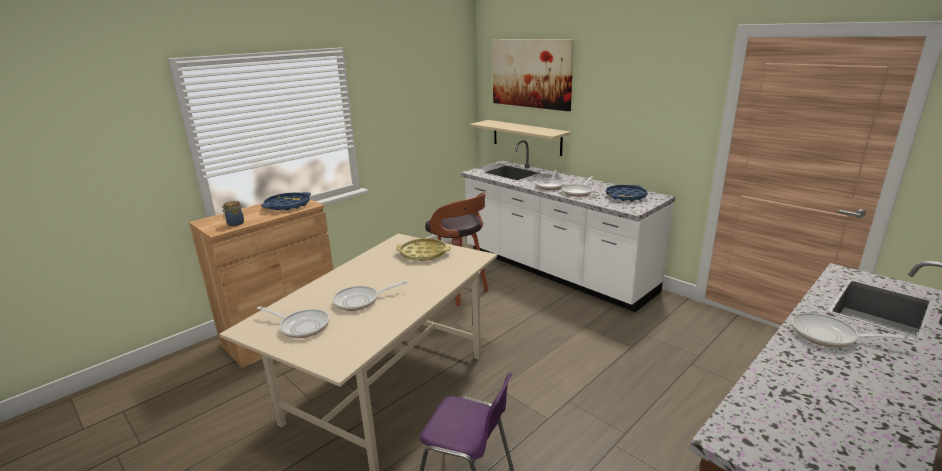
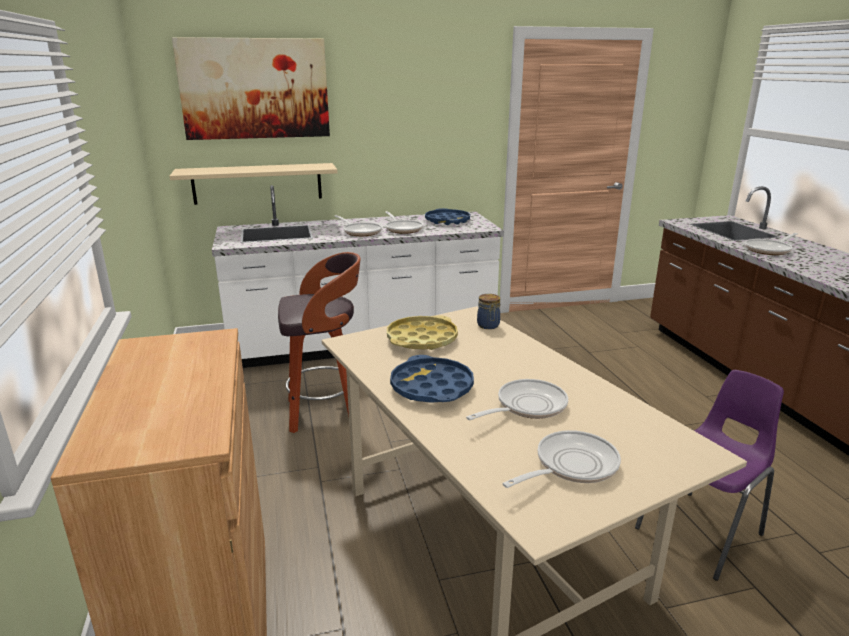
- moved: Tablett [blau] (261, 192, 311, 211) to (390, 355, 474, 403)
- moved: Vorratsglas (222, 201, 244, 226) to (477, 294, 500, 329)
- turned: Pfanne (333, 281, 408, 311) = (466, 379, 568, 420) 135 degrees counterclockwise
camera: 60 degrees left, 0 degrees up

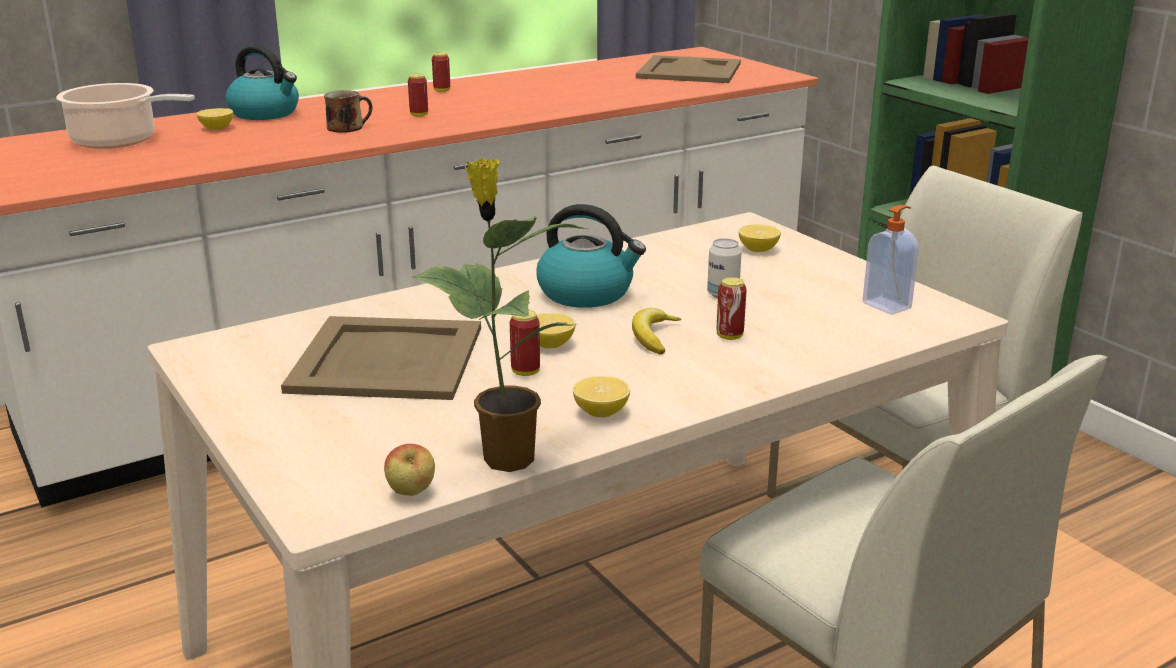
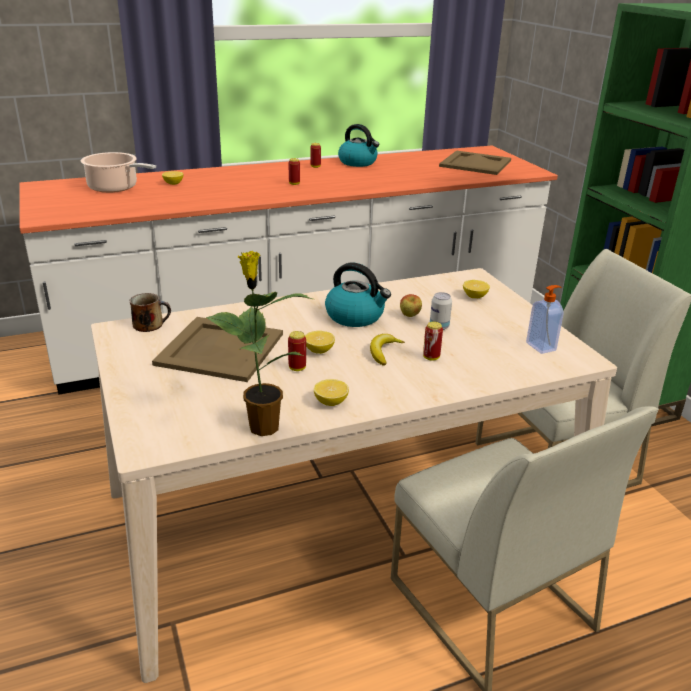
- moved: Wasserkessel (226, 45, 299, 120) to (338, 124, 379, 167)
- moved: Henkelbecher (324, 90, 373, 133) to (129, 293, 171, 332)
- moved: Apfel (384, 444, 435, 496) to (400, 294, 422, 317)
camera: 10 degrees right, 5 degrees up

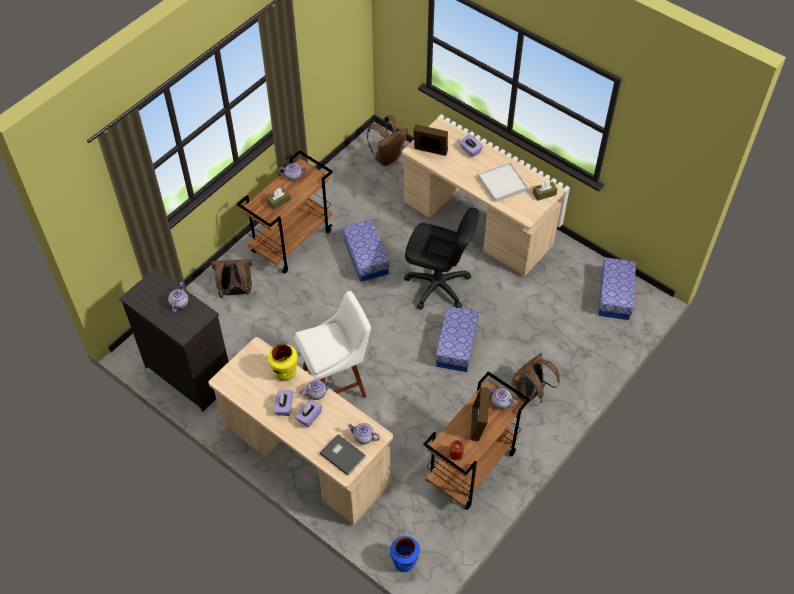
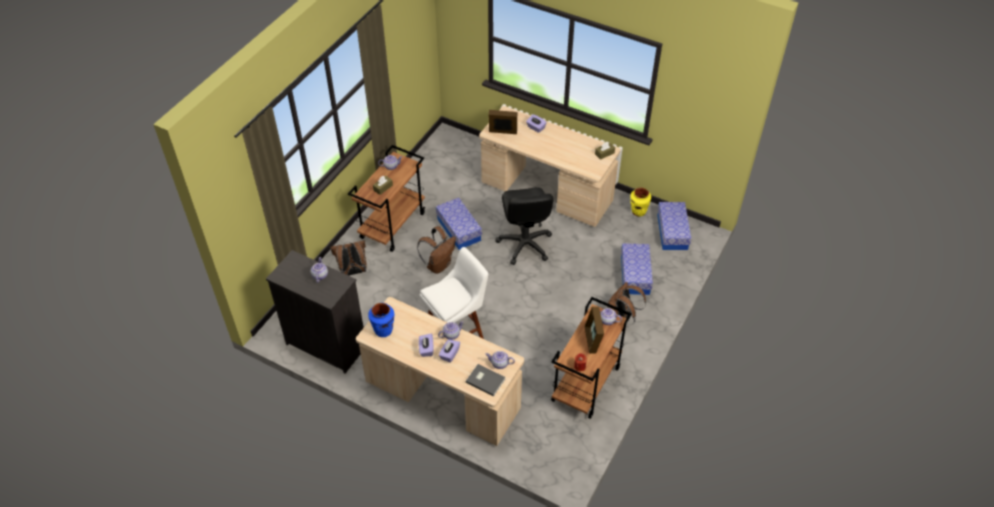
- moved: Rucksack [braun] (367, 115, 408, 166) to (417, 226, 456, 274)
- removed: Tablett [weiß] (478, 162, 528, 202)
- turned: Bürostuhl [schwarz] (404, 207, 479, 310) = (495, 187, 554, 265) 75 degrees clockwise
- moved: Aufbewahrungsbox (436, 306, 479, 372) to (621, 243, 653, 295)
- moved: Vase [gelb] (268, 344, 298, 381) to (630, 188, 651, 217)
- moved: Vase [blau] (390, 536, 420, 572) to (368, 303, 394, 337)
camera: 10 degrees left, 5 degrees down

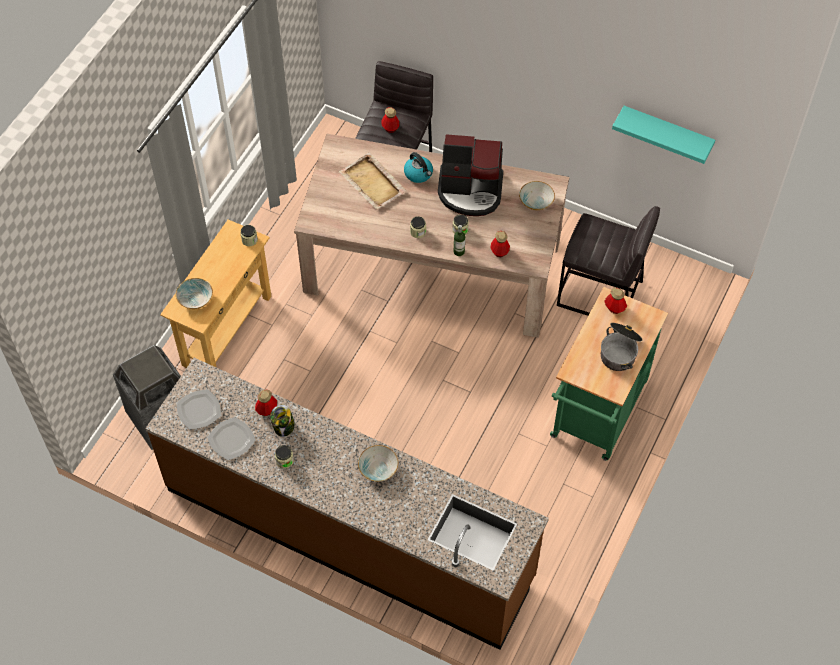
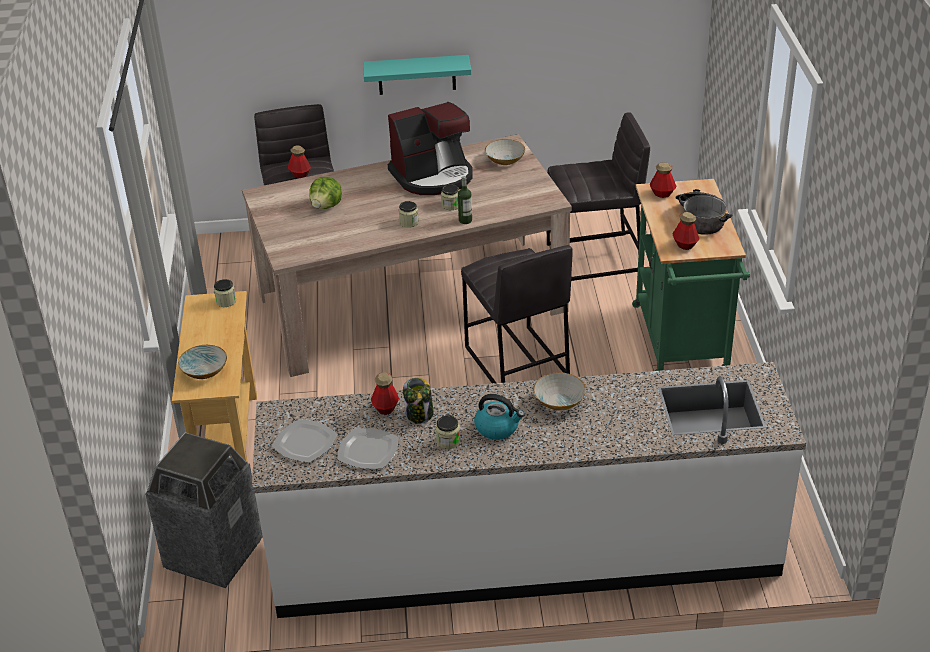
- moved: Wandregal [türkis] (612, 106, 715, 164) to (363, 55, 471, 95)
- moved: Wasserkessel (404, 152, 433, 183) to (474, 394, 525, 440)
- replaced: Tablett [beige] (339, 153, 407, 210) to Salatkopf (309, 177, 342, 209)
- moved: Flasche (490, 231, 510, 257) to (672, 212, 699, 250)
- recoloured: Küchenzeile [braun] (145, 358, 549, 650) to Küchenzeile [weiß] (252, 362, 806, 618)
- added: Hocker [grau] (461, 245, 573, 383)
camera: 30 degrees left, 20 degrees down

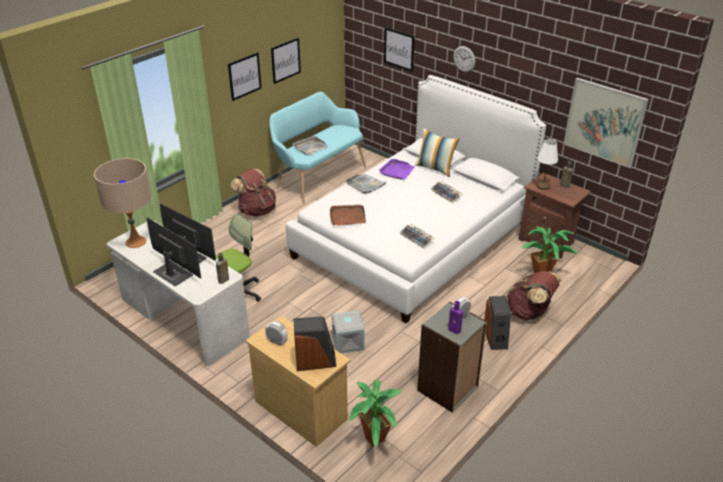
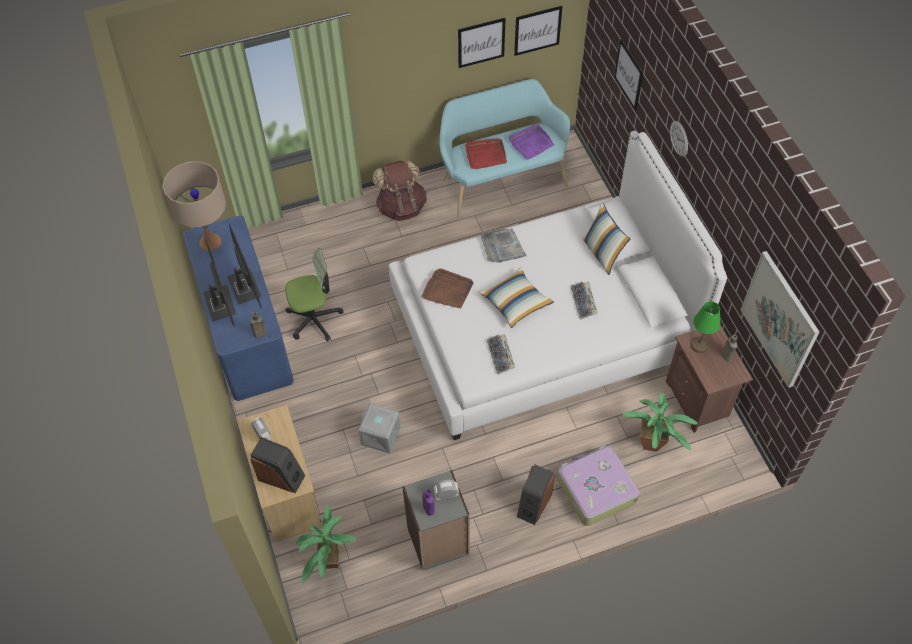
- moved: Bild (228, 52, 262, 101) to (514, 6, 562, 56)
- recoloured: Tablett [grau] (293, 136, 329, 155) to Tablett [rot] (465, 138, 507, 169)
- recoloured: Tischlampe [weiß] (536, 139, 558, 190) to Tischlampe [grün] (690, 301, 721, 353)
- moved: Tablett [lila] (379, 159, 415, 180) to (508, 124, 555, 160)
- recoloured: Schreibtisch [weiß] (107, 220, 250, 366) to Schreibtisch [blau] (183, 215, 294, 401)
- replaced: Rucksack [braun] (507, 271, 561, 320) to Koffer (557, 446, 639, 526)
- added: Kissen (479, 267, 554, 328)
camera: 30 degrees right, 20 degrees up

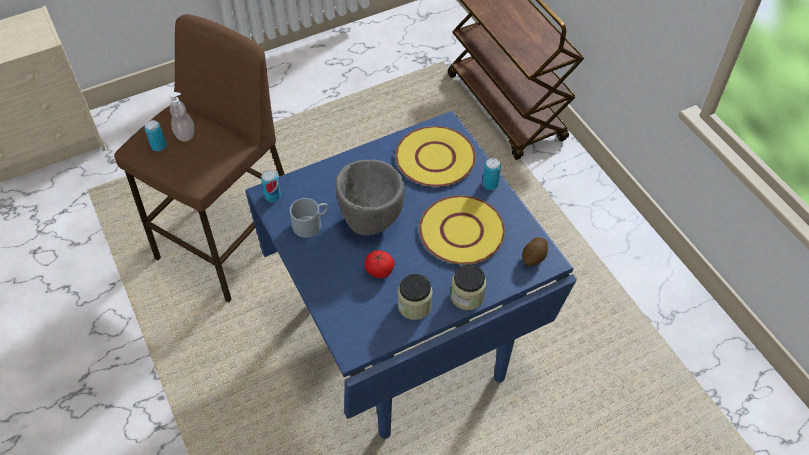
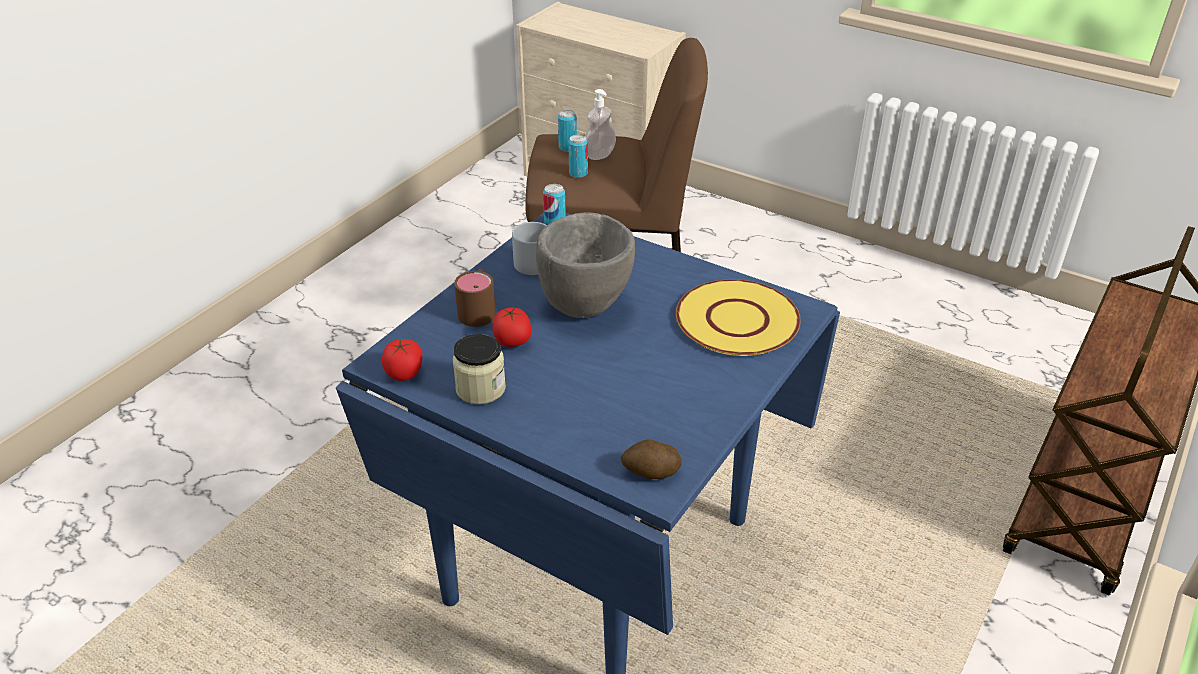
- moved: Dose (482, 158, 501, 190) to (568, 135, 588, 178)
- removed: Teller [gelb] (419, 195, 505, 265)
- removed: Vorratsglas (451, 264, 486, 310)
- added: Henkelbecher [braun] (454, 269, 496, 327)
- added: Tomate (382, 339, 422, 381)
camera: 60 degrees right, 15 degrees down

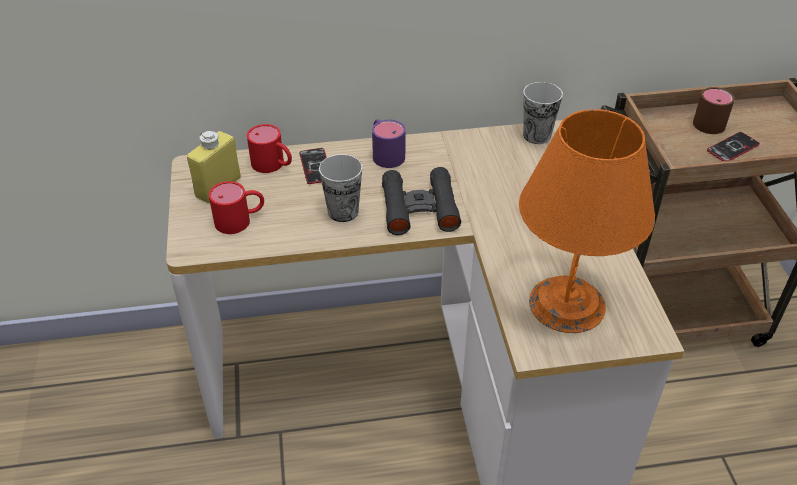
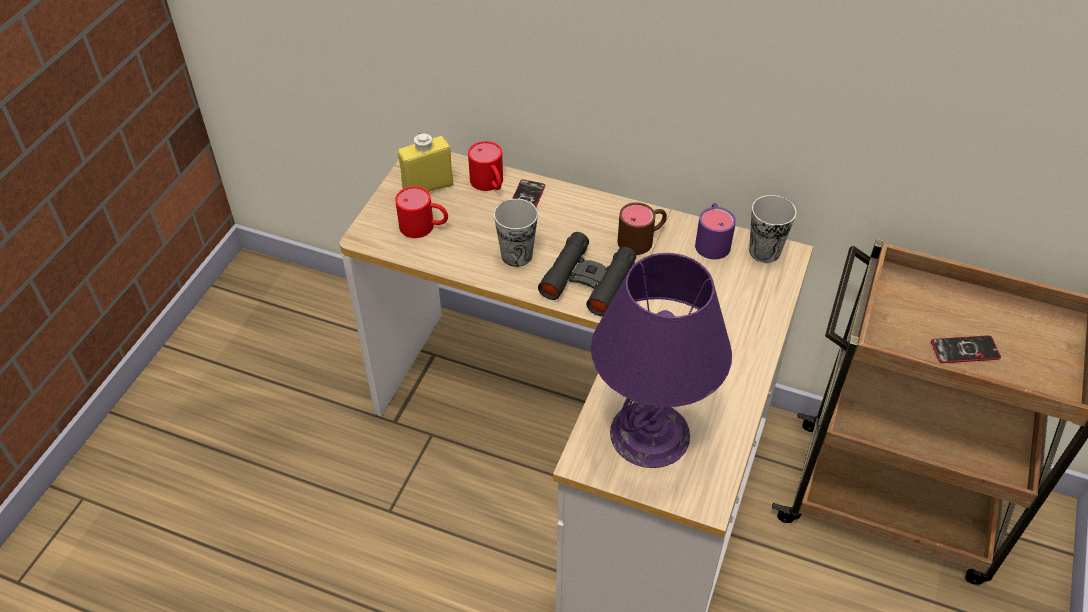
- moved: Henkelbecher [braun] (693, 87, 735, 134) to (618, 202, 667, 255)
- recoloured: Tischlampe [orange] (519, 109, 655, 333) to Tischlampe [lila] (591, 253, 732, 468)
- moved: Henkelbecher [lila] (372, 119, 406, 168) to (695, 203, 736, 259)
camera: 30 degrees right, 5 degrees up

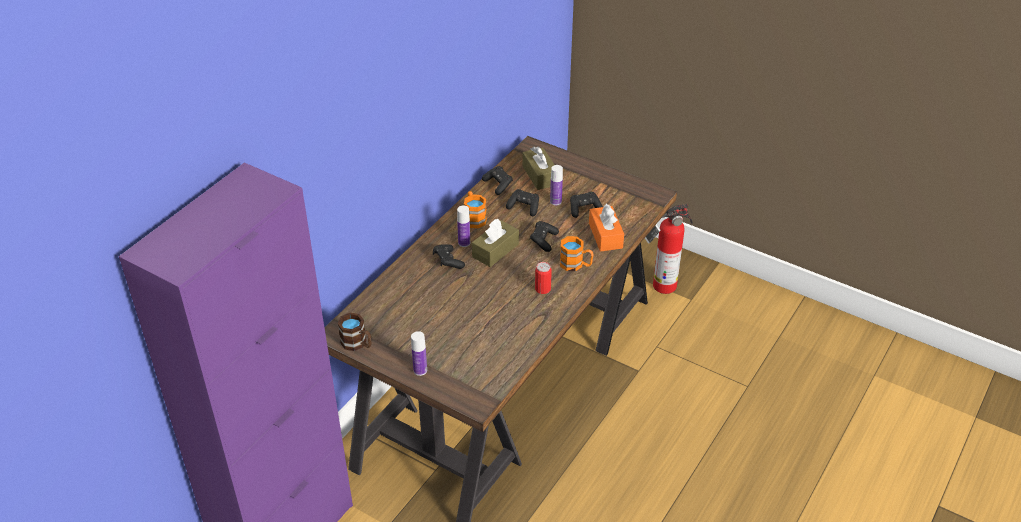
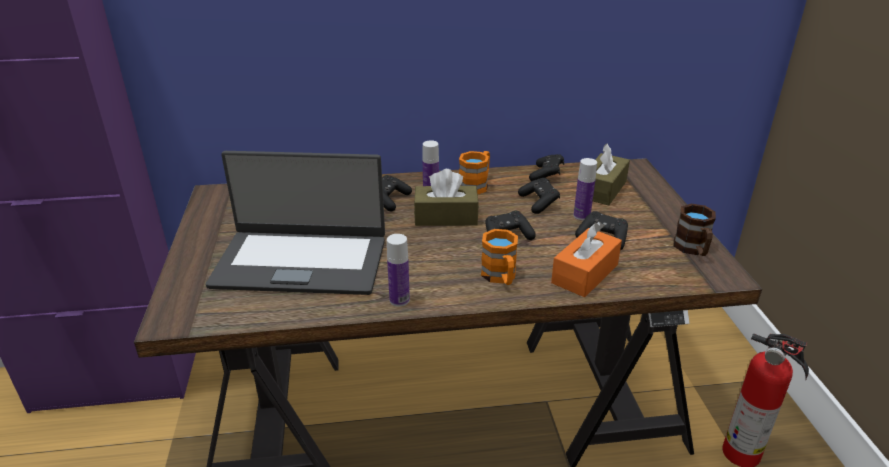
- removed: Dose (535, 262, 552, 294)
- moved: Henkelbecher [braun] (338, 313, 372, 351) to (673, 204, 716, 256)
- moved: Flasche (411, 331, 427, 376) to (387, 234, 410, 307)
- added: Laptop (206, 151, 385, 295)
camera: 50 degrees right, 10 degrees down

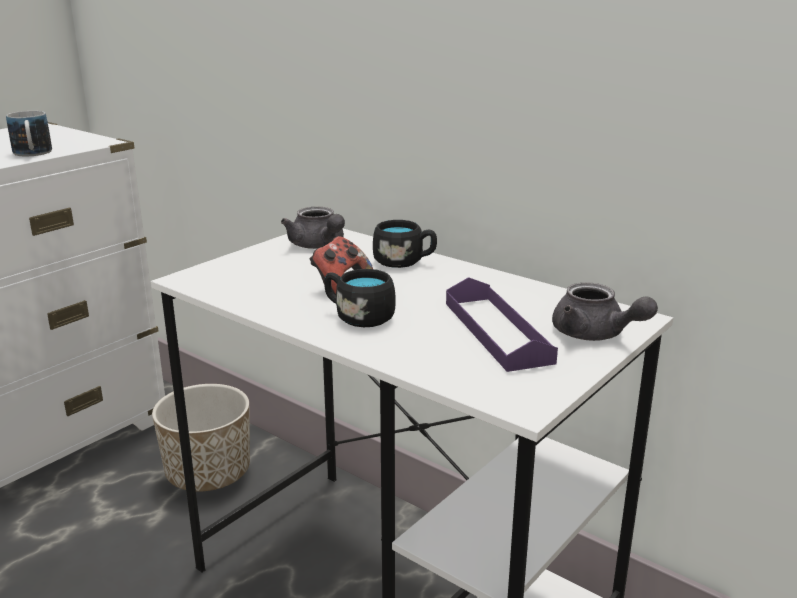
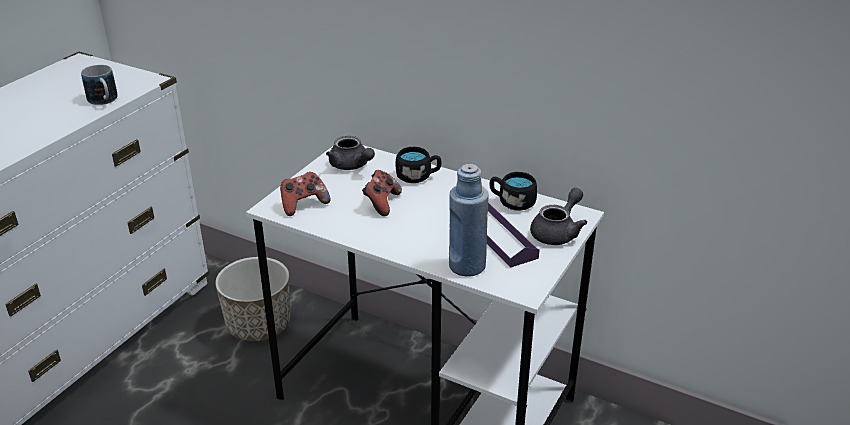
- moved: Henkelbecher [schwarz] (324, 269, 396, 327) to (490, 172, 537, 211)
- turned: Teekanne [grau] (552, 282, 658, 341) = (530, 188, 587, 245) 90 degrees counterclockwise
- added: Flasche [blau] (449, 164, 488, 276)
- added: Gamepad (280, 172, 330, 216)
camera: 10 degrees left, 10 degrees up

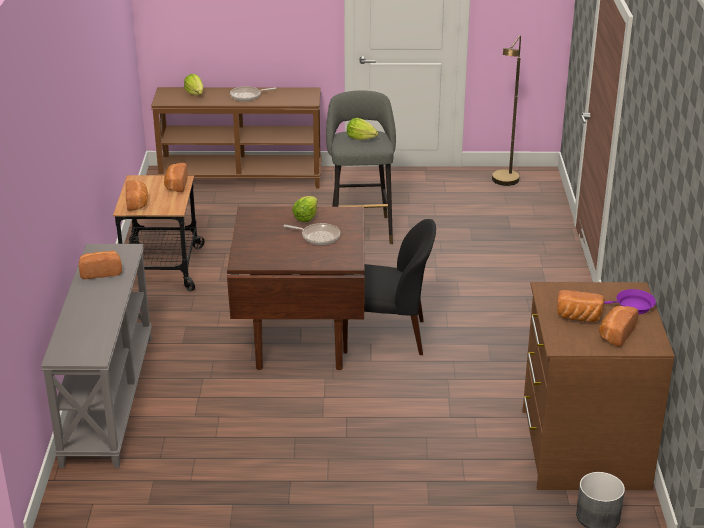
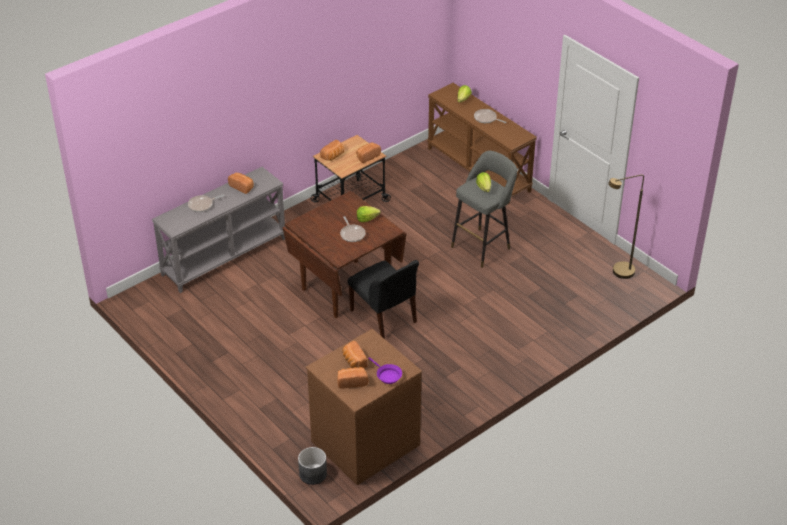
- added: Pfanne (188, 195, 224, 212)
camera: 50 degrees right, 10 degrees up

